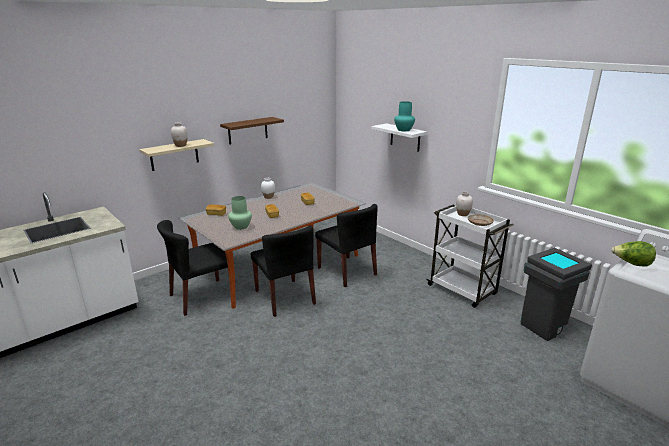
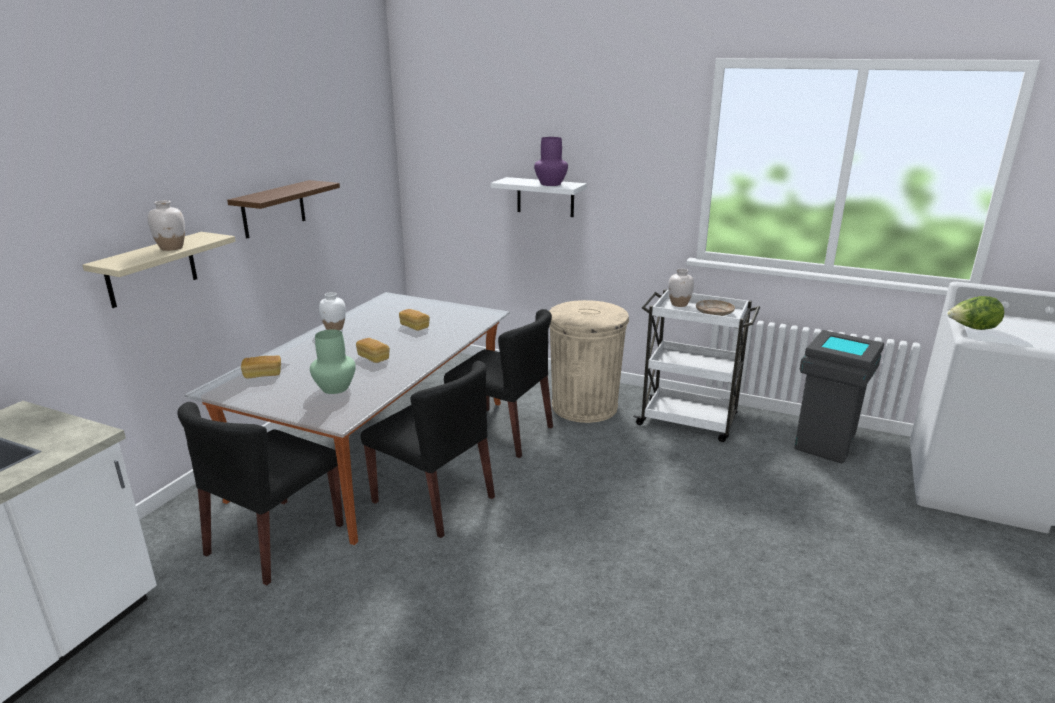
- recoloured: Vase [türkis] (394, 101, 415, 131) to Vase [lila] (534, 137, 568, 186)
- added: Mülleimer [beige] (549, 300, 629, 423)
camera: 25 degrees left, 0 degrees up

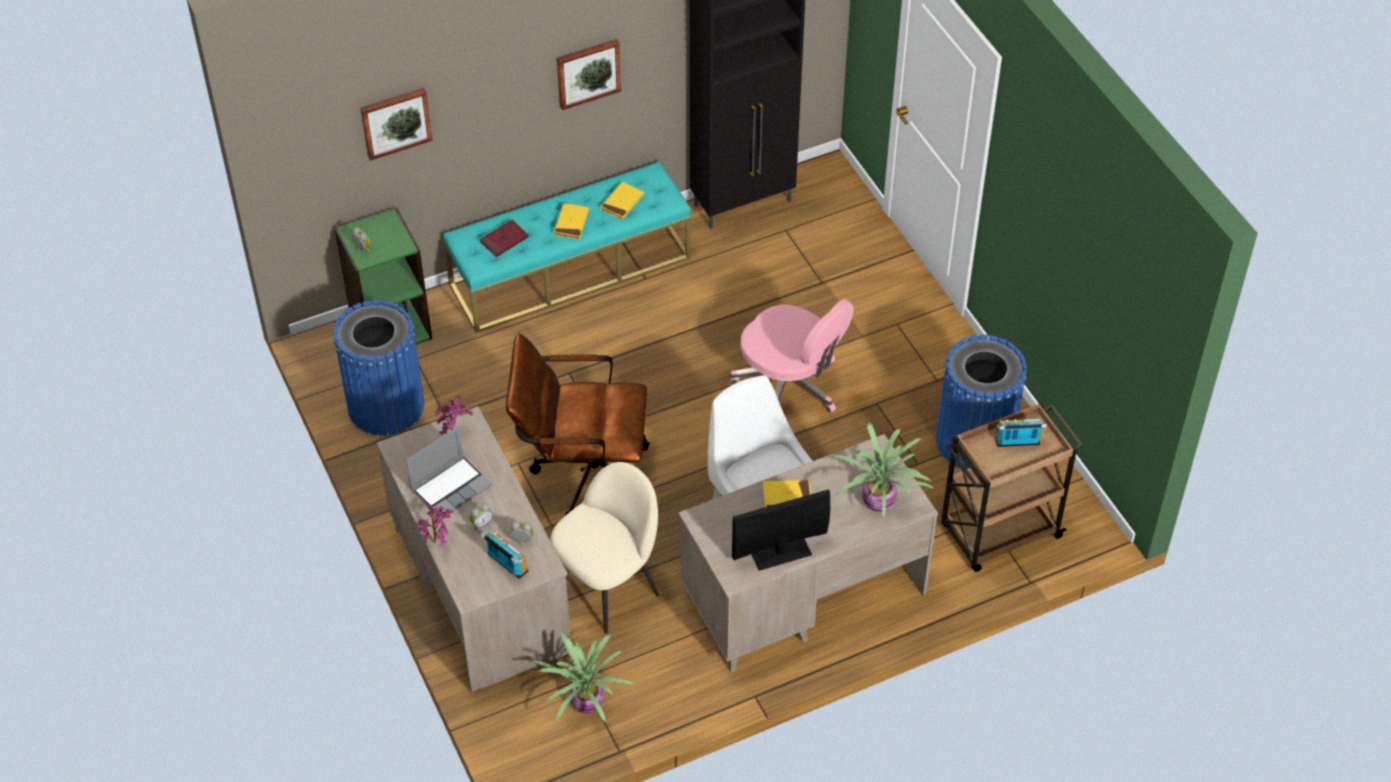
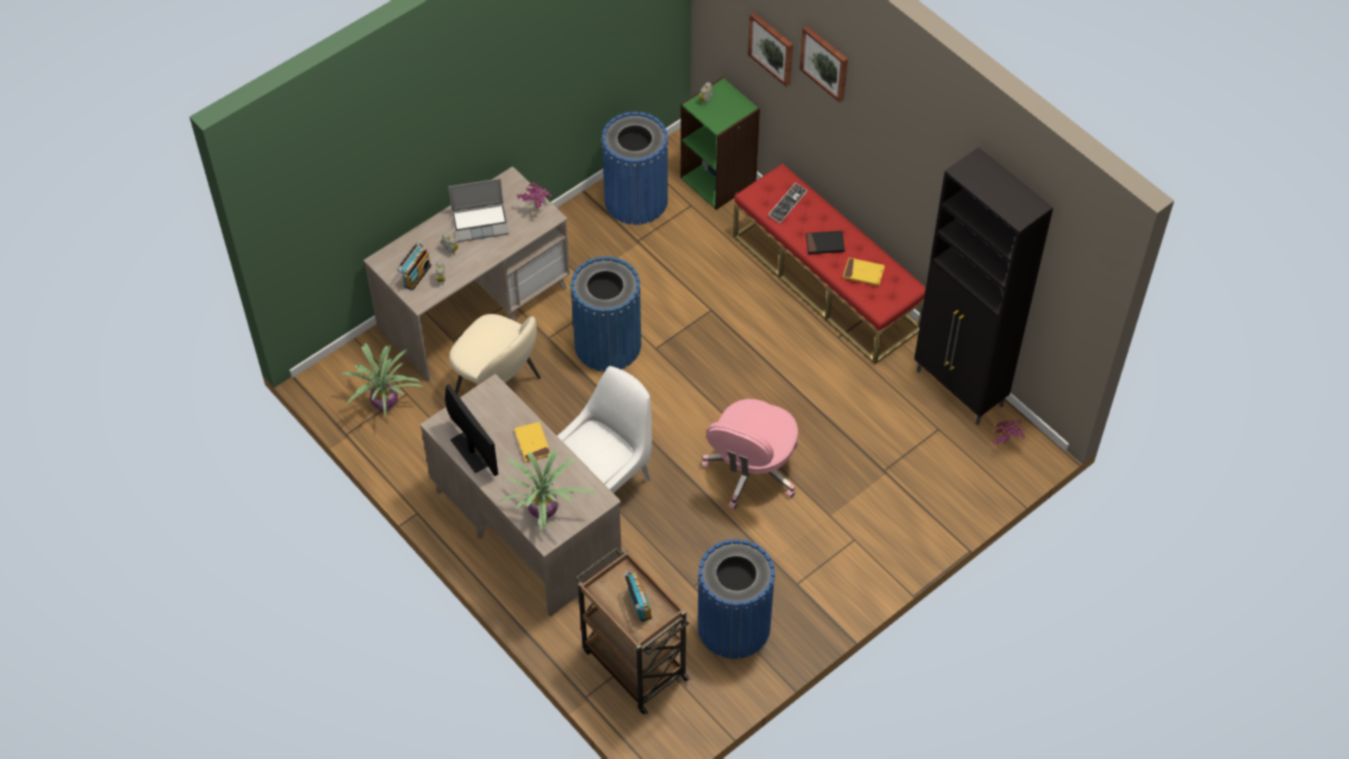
- moved: Bild (557, 39, 621, 110) to (800, 25, 848, 102)
- recoloured: Bank [türkis] (443, 162, 691, 333) to Bank [rot] (733, 163, 926, 364)
- recoloured: Buch [gelb] (554, 203, 589, 239) to Buch [schwarz] (806, 231, 845, 254)
- replaced: Buch [rot] (480, 220, 529, 257) to Tastatur (768, 183, 808, 223)
- replaced: Bürostuhl [braun] (506, 333, 650, 516) to Mülleimer [blau] (570, 256, 641, 372)
- turned: Laptop (406, 426, 492, 515) = (448, 179, 509, 242) 45 degrees counterclockwise
- moved: Topfpflanze (417, 504, 454, 547) to (993, 419, 1025, 445)
camera: 75 degrees right, 5 degrees up

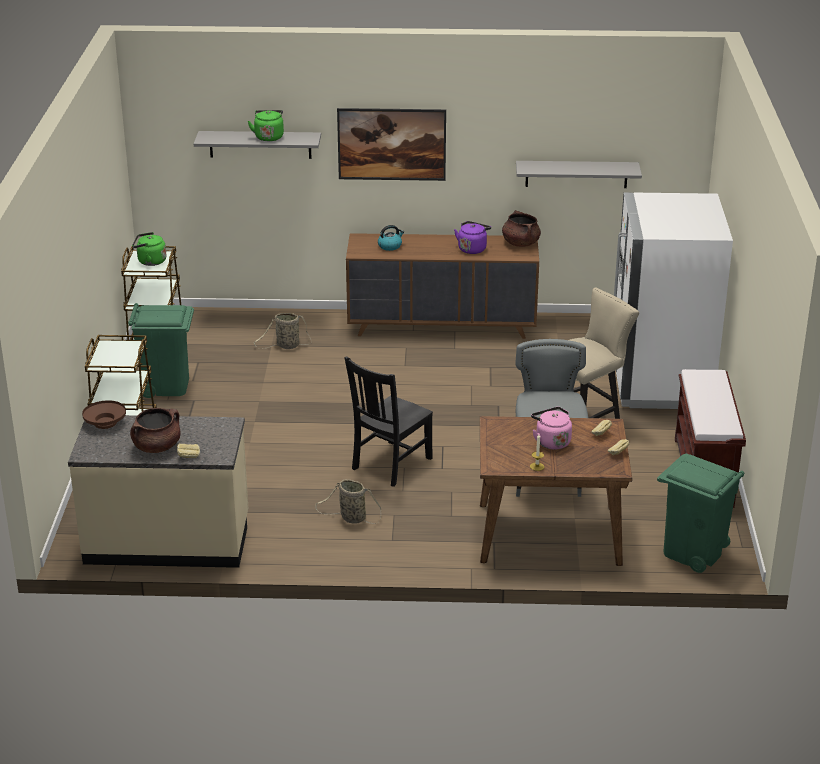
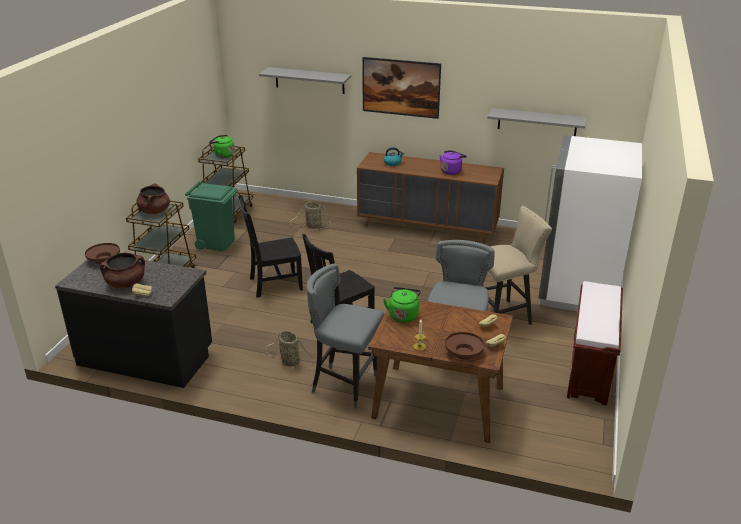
- moved: Wasserkessel [grün] (248, 110, 284, 141) to (383, 287, 421, 323)
- moved: Kochtopf [braun] (502, 210, 541, 247) to (136, 183, 170, 214)
- removed: Wasserkessel [rosa] (531, 407, 572, 449)
- recoloured: Küchenzeile [beige] (68, 415, 248, 568) to Küchenzeile [schwarz] (55, 259, 212, 388)
- removed: Mülleimer [grün] (657, 454, 745, 573)
- added: Stuhl [schwarz] (238, 195, 303, 298)
- added: Hocker [grau] (307, 264, 384, 409)
- added: Schüssel [braun] (445, 332, 484, 360)
camera: 15 degrees right, 0 degrees up

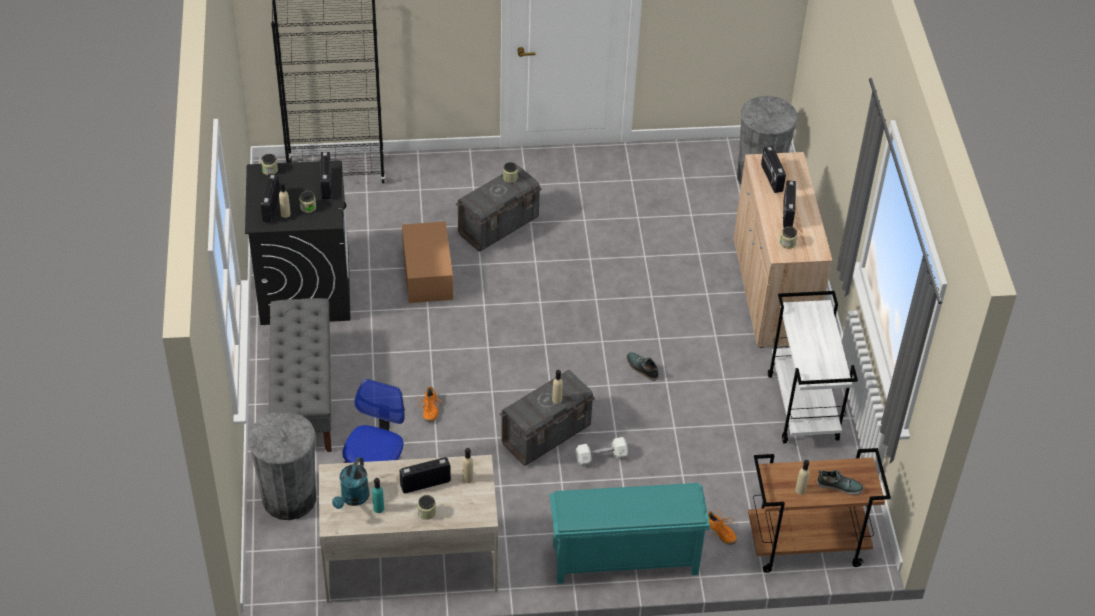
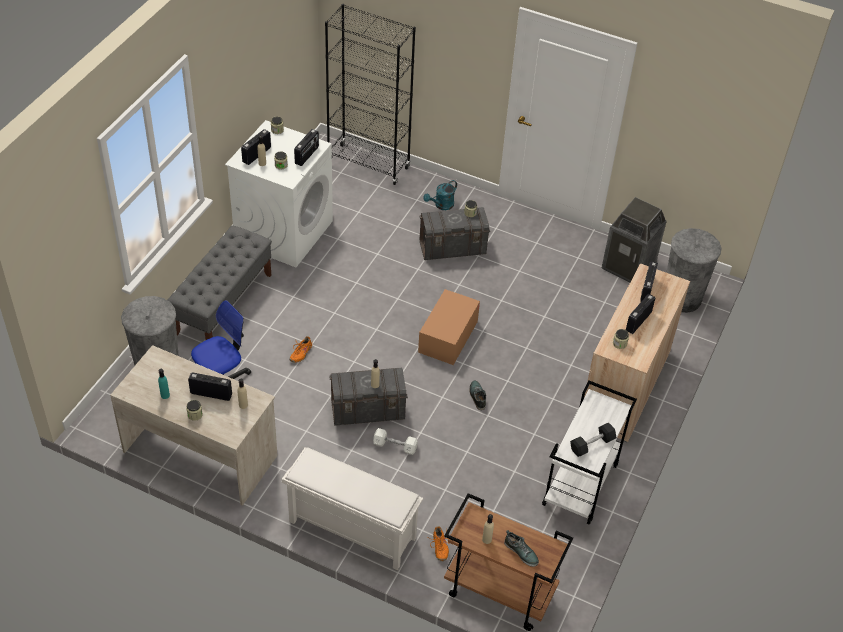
- recoloured: Waschmaschine [schwarz] (245, 160, 350, 325) to Waschmaschine [weiß] (225, 120, 333, 267)
- moved: Karton (402, 221, 453, 303) to (418, 289, 480, 365)
- moved: Gießkanne [türkis] (332, 457, 369, 509) to (423, 180, 457, 210)
- recoloured: Schuhregal [türkis] (550, 483, 710, 584) to Schuhregal [weiß] (282, 447, 423, 570)
- added: Mülleimer (602, 197, 667, 283)
- added: Hantel [schwarz] (570, 423, 616, 457)
camera: 30 degrees right, 0 degrees up

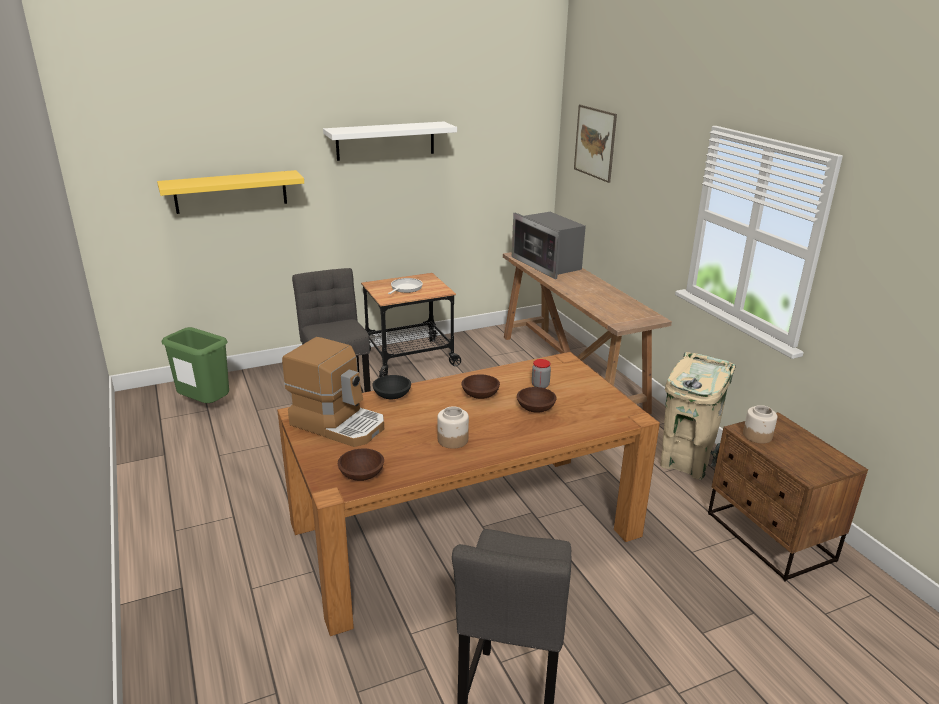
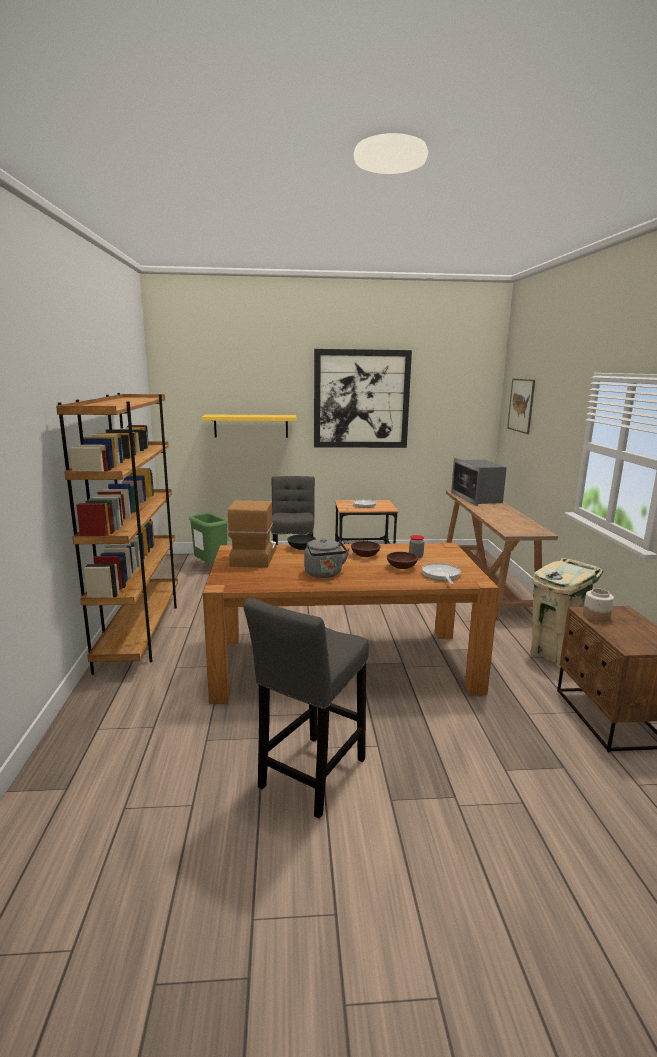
- replaced: Wandregal [weiß] (323, 121, 457, 161) to Bild (314, 349, 412, 448)
- turned: Kaffeemaschine (282, 337, 384, 447) = (228, 500, 276, 568) 135 degrees counterclockwise
- replaced: Vorratsglas (437, 406, 469, 449) to Wasserkessel [grau] (304, 538, 349, 578)
- removed: Schüssel [braun] (338, 448, 384, 481)
- added: Bücherregal [braun] (56, 393, 178, 675)
- added: Pfanne (422, 563, 461, 585)
camera: 20 degrees right, 10 degrees down

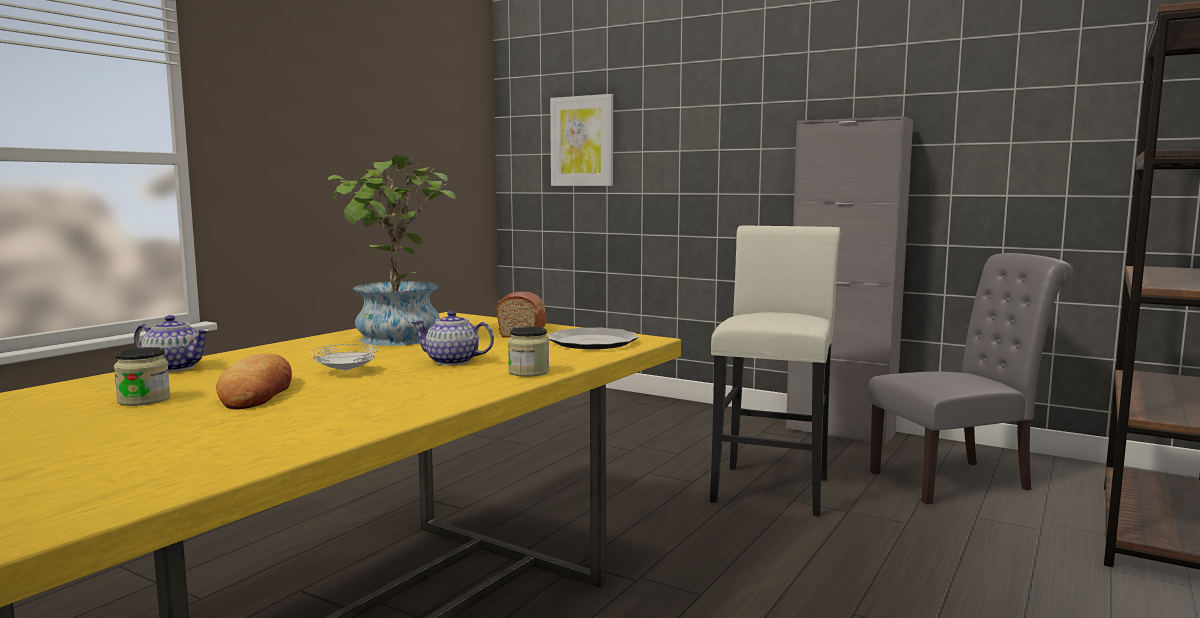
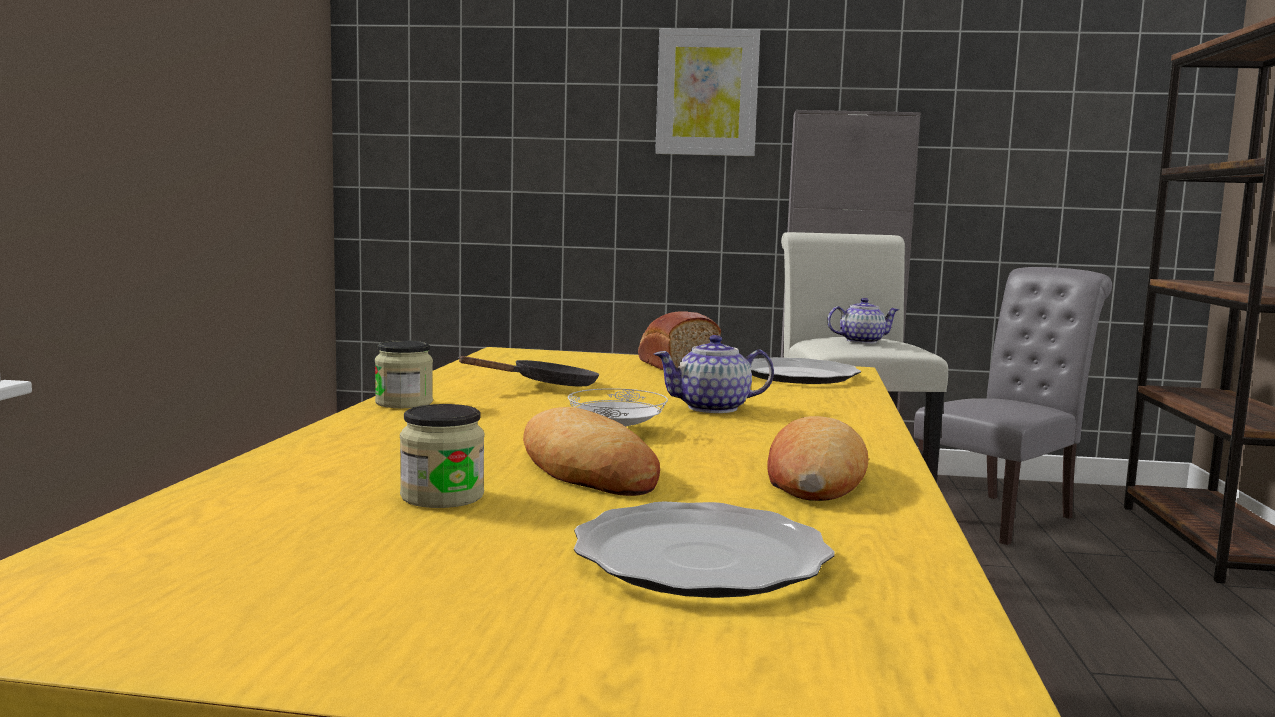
- moved: Bild (550, 94, 613, 186) to (655, 28, 760, 156)
- replaced: Topfpflanze (328, 155, 456, 346) to Pfanne [schwarz] (457, 356, 599, 386)
- moved: Teekanne (134, 315, 210, 372) to (827, 298, 899, 344)
- moved: Vorratsglas (508, 326, 549, 377) to (375, 340, 433, 408)
- added: Brot (767, 416, 868, 501)
- added: Teller (574, 501, 835, 598)
camera: 25 degrees left, 0 degrees up

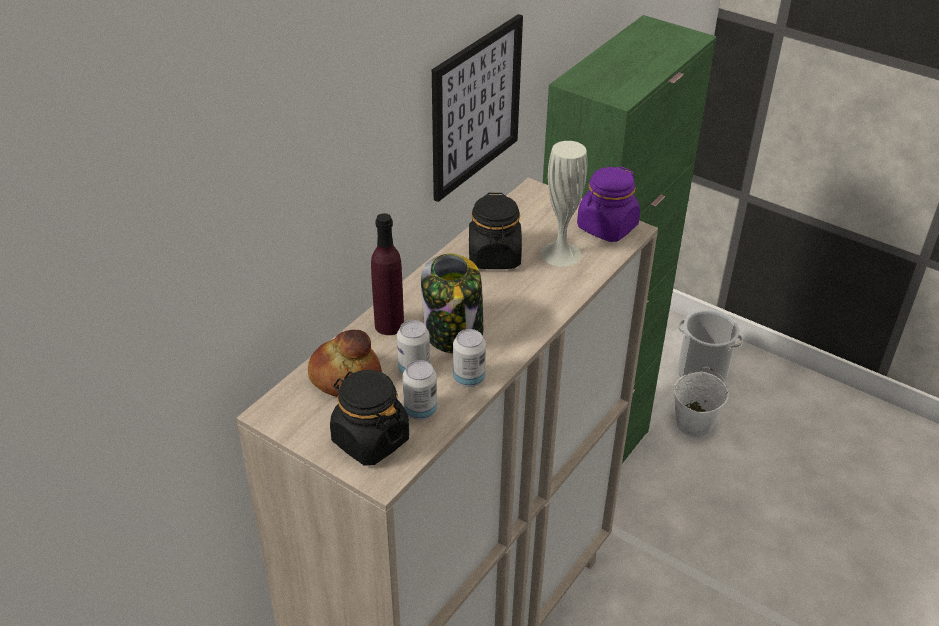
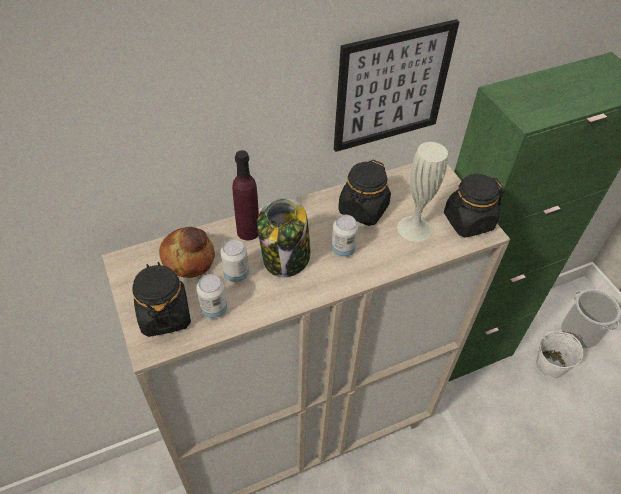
- recoloured: Vorratsglas [lila] (577, 166, 640, 242) to Vorratsglas [schwarz] (444, 174, 504, 237)
- moved: Dose (453, 329, 486, 387) to (331, 215, 358, 257)
camera: 30 degrees right, 10 degrees up

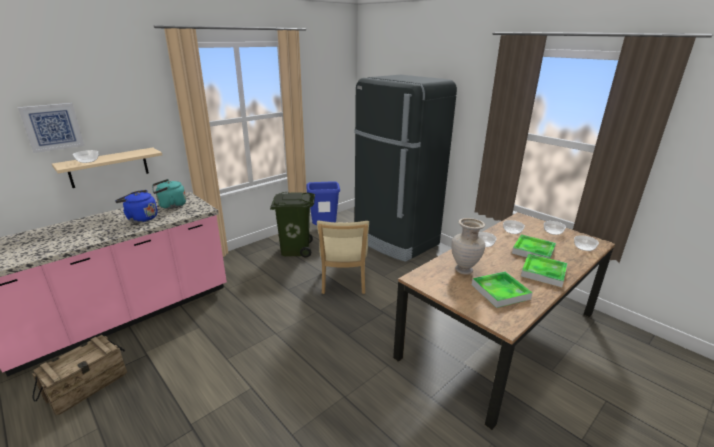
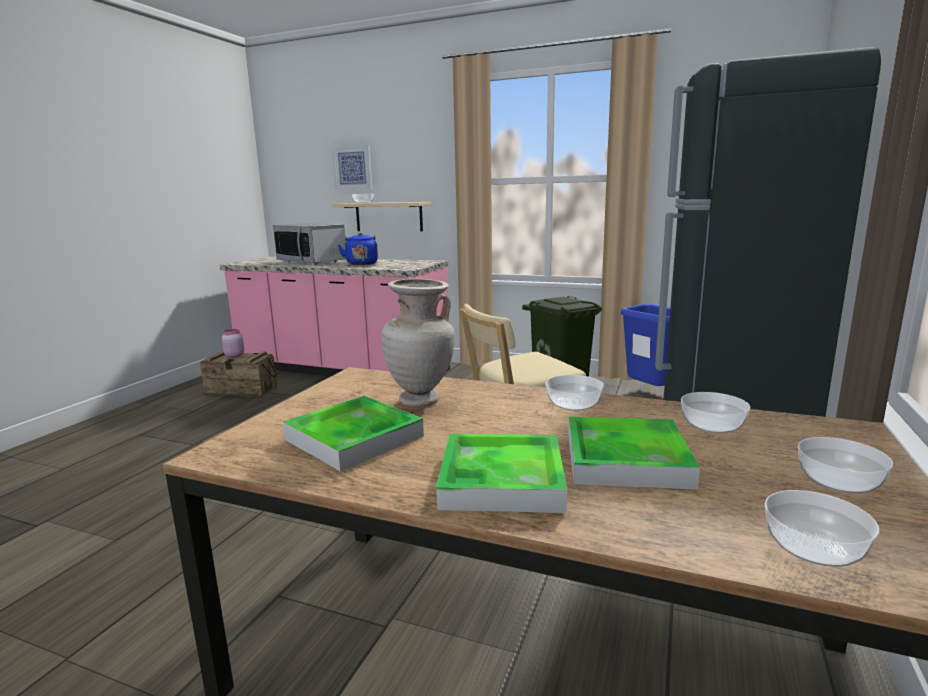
- removed: Wasserkessel [türkis] (152, 179, 186, 209)
- added: Mikrowelle (273, 223, 346, 265)
- added: Vorratsglas [rosa] (222, 329, 244, 358)
camera: 65 degrees right, 10 degrees down

